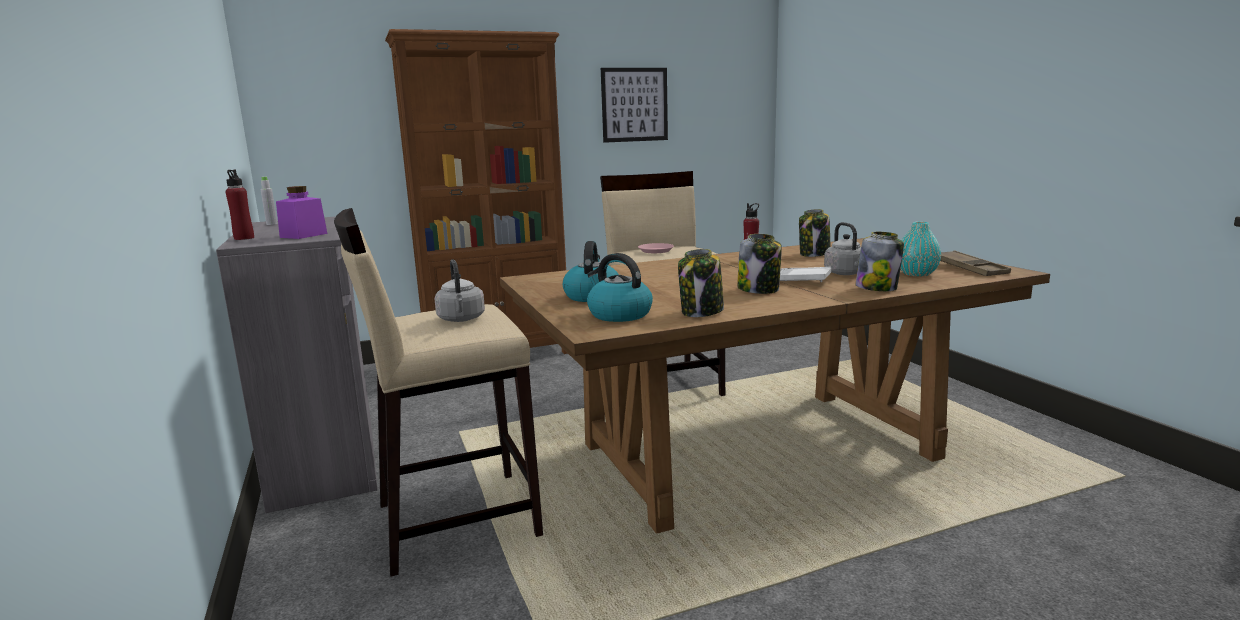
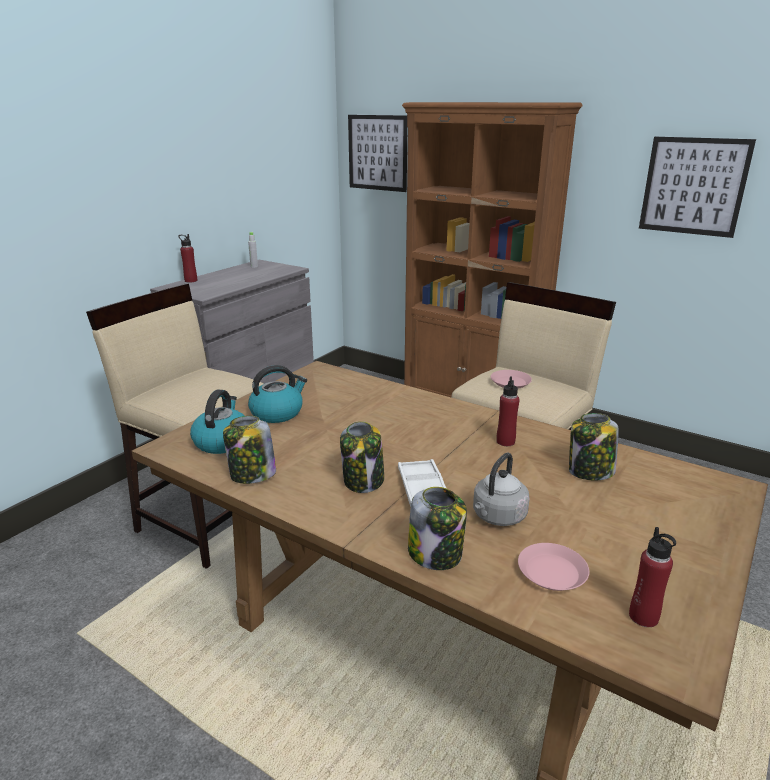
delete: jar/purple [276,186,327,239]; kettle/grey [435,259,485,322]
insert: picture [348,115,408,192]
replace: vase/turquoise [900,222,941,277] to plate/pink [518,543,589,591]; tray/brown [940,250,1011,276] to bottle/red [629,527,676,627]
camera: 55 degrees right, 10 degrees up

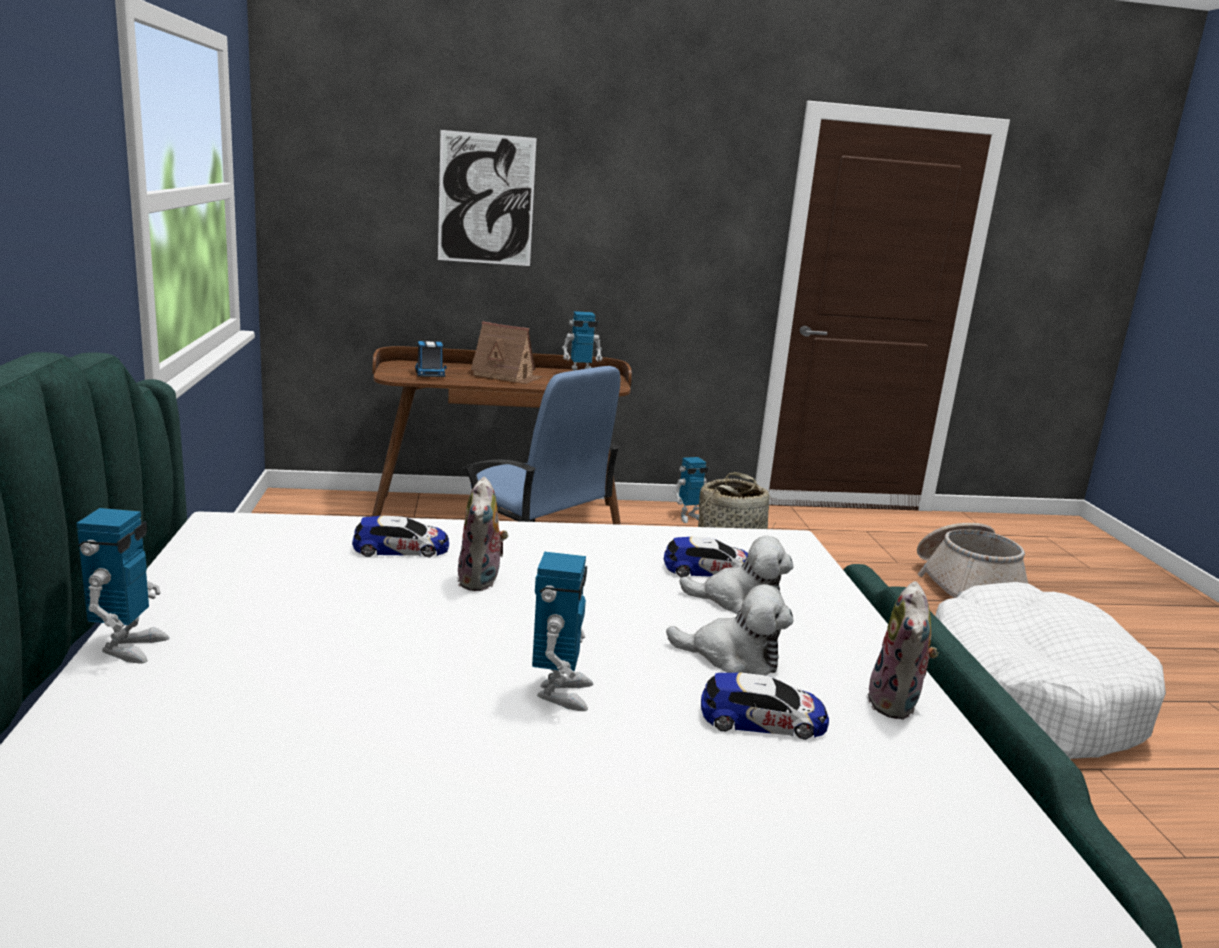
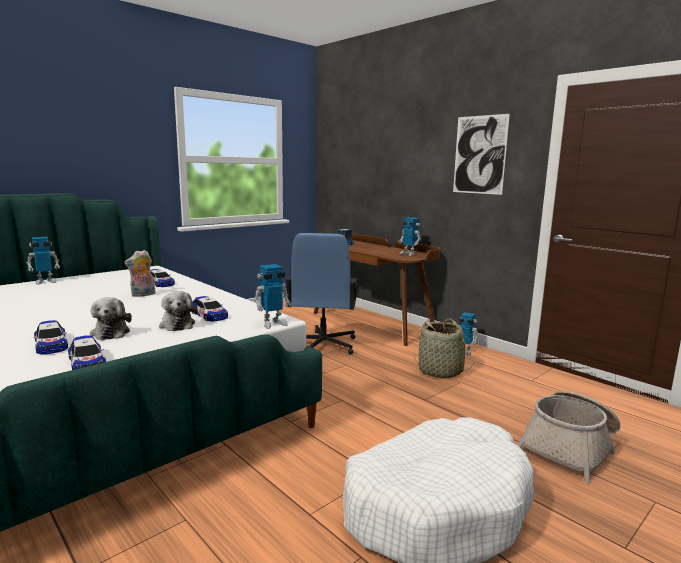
delete: toy house [471,321,542,384]
move: toy robot [532,552,593,711] to [254,264,291,329]; picture [438,130,537,266] to [453,114,510,195]
replace: plush toy [867,581,939,719] to toy car [68,335,106,370]
camera: 55 degrees right, 5 degrees down

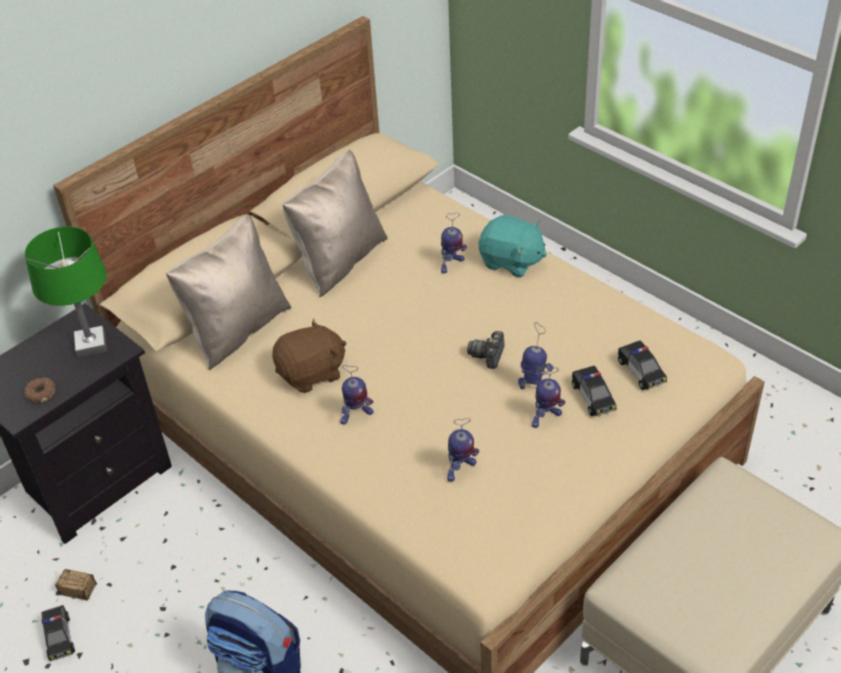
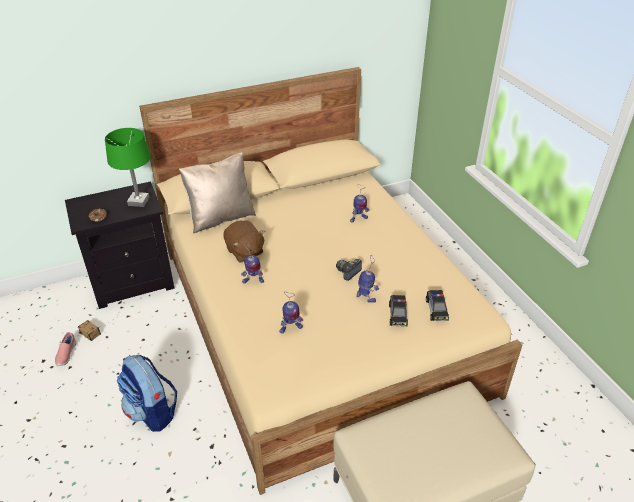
delete: pillow/beige [282,150,387,297]; plush toy/turquoise [479,215,547,278]; toy robot [532,367,565,428]
replace: toy car [41,605,75,661] to shoe/pink [55,332,76,366]
rotate: plush toy/brown [272,319,346,393] = [223,220,265,262] 60 degrees clockwise
camera: 20 degrees right, 5 degrees down

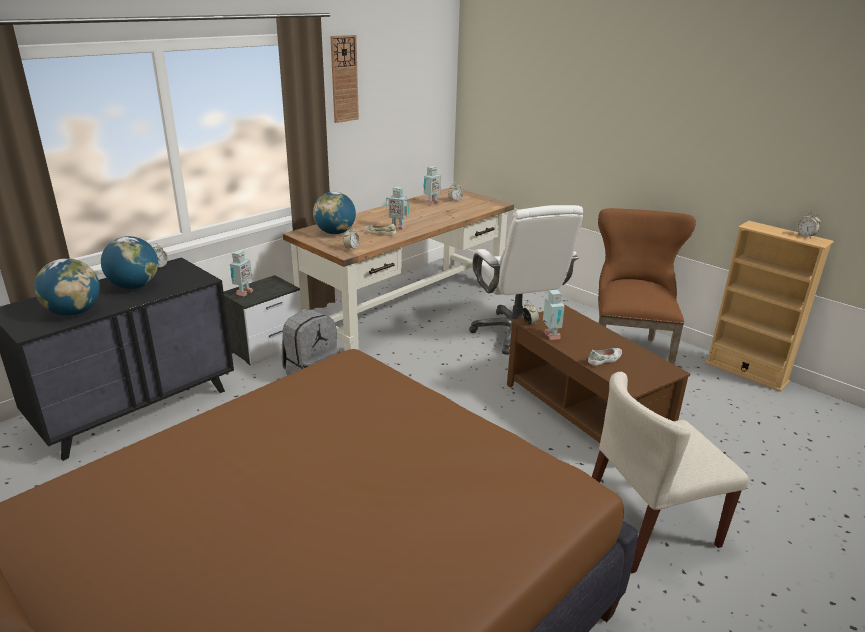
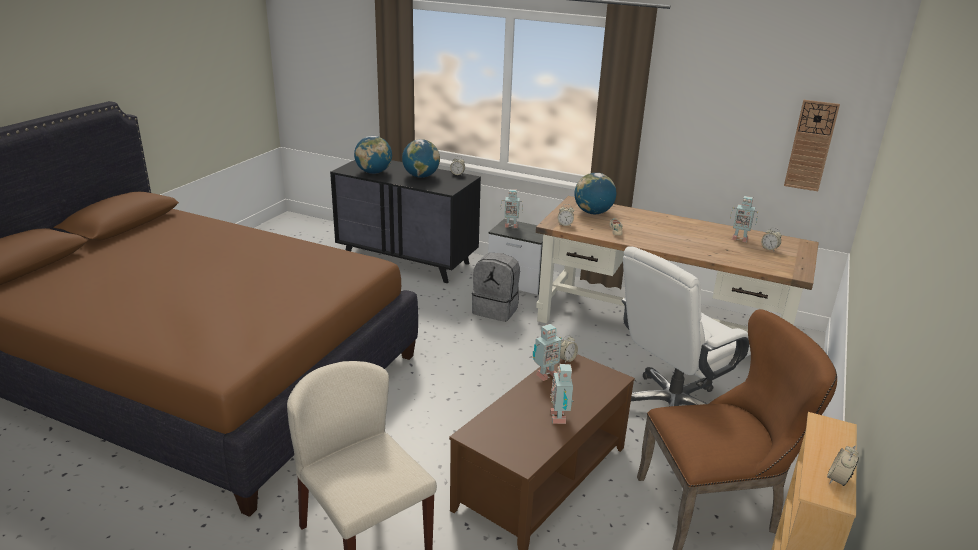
delete: shoe/white [588,348,622,366]
move: toy robot [386,187,409,230] to [550,364,573,424]; wall clock [330,35,359,123] to [784,100,840,191]
camera: 70 degrees right, 0 degrees up

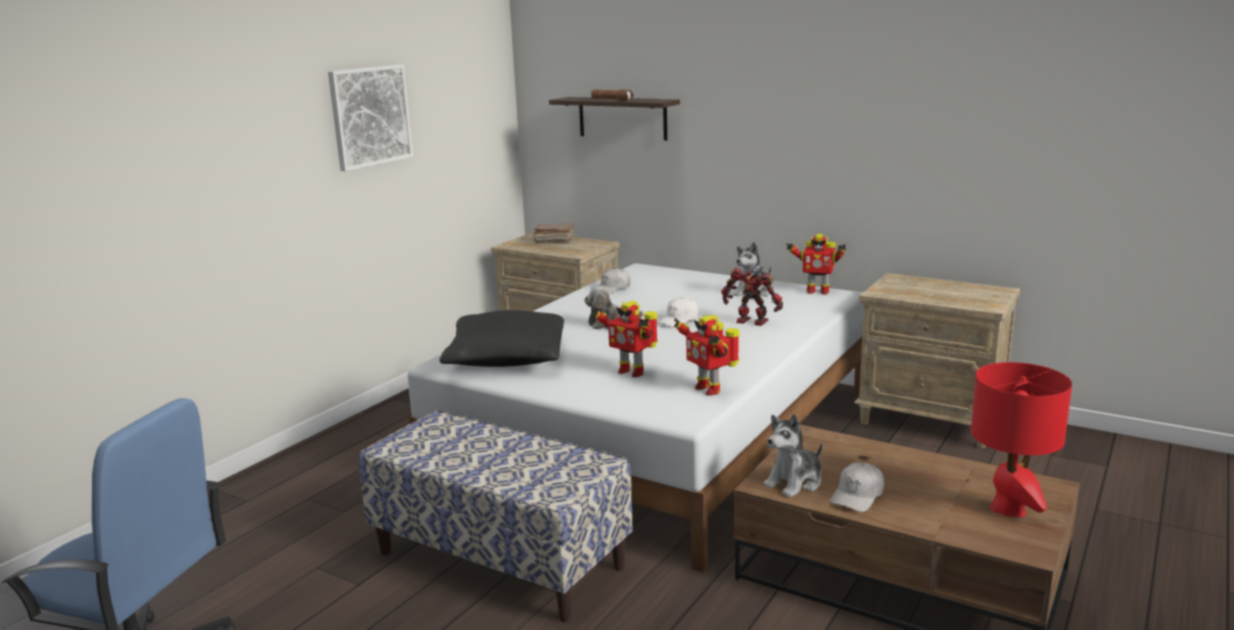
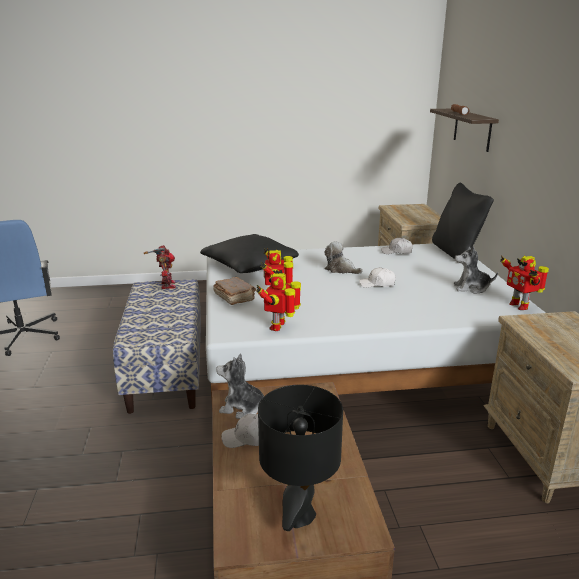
delete: picture [328,65,413,171]
insert: pillow/black [432,183,494,259]
move: toy robot [721,265,783,326] to [144,245,176,289]; book/brown [533,223,574,243] to [213,277,256,305]
recolor: table lamp/red [971,362,1072,517] to table lamp/black [258,385,343,531]
camera: 50 degrees right, 5 degrees up

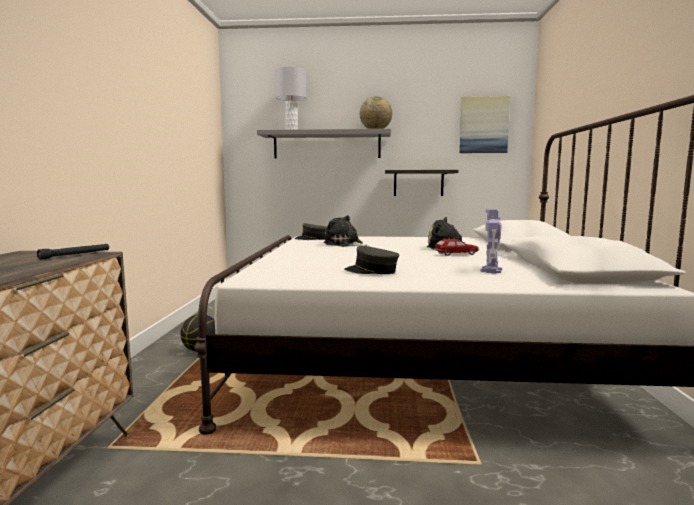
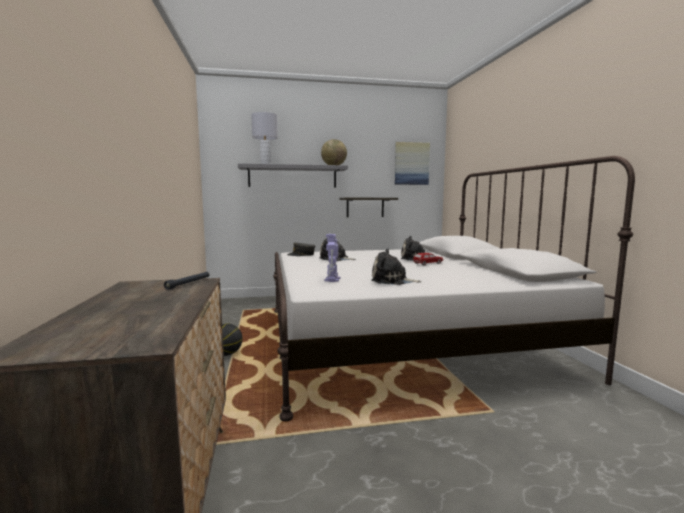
move: toy robot [480,209,502,273] to [324,234,340,282]
replace: cap/grey [345,246,399,274] to plush toy [371,248,421,285]
camera: 15 degrees left, 0 degrees up

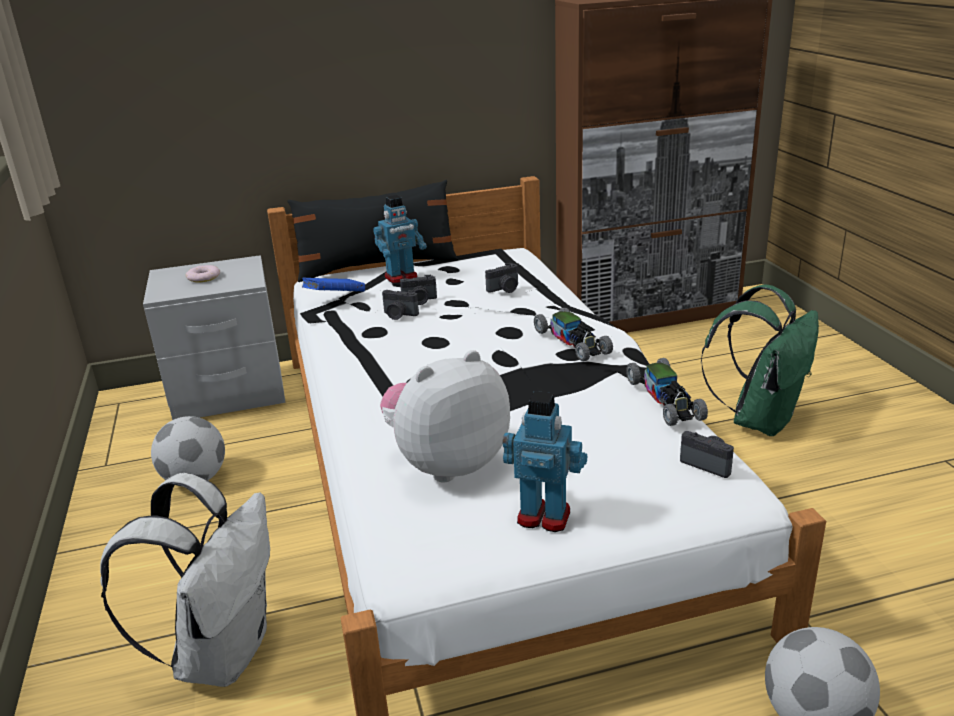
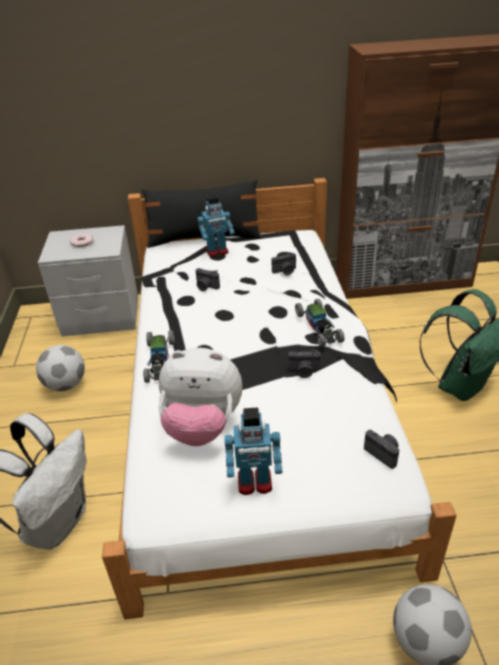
delete: book/blue [302,277,365,292]
move: toy car [626,358,708,426] to [143,330,174,383]; photo camera [400,275,437,305] to [288,350,321,378]
rotate: plush toy [380,350,510,483] = [158,348,242,446] 150 degrees counterclockwise; toy robot [503,391,588,532] = [225,408,283,495] 150 degrees clockwise
camera: 10 degrees right, 10 degrees up

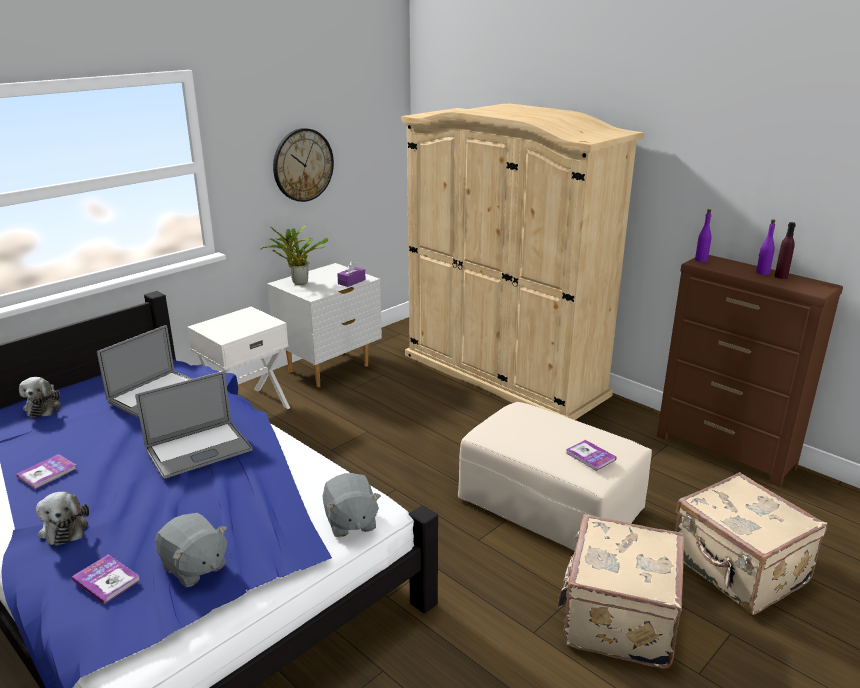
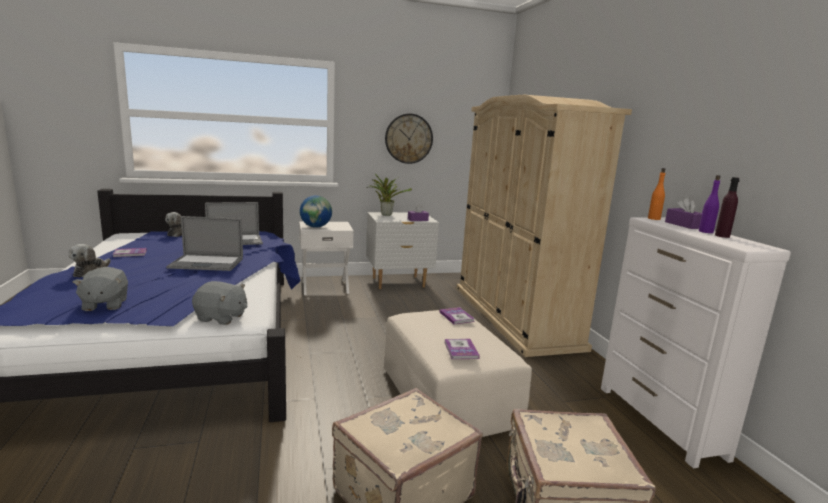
insert: globe [300,195,332,228]; tissue box/purple [665,198,702,229]
move: book [72,554,141,604] to [440,307,475,324]
recolor: dresser/brown [657,255,843,487] to dresser/white [601,217,791,468]; bottle/purple [695,209,711,262] to bottle/orange [648,168,665,220]
rotate: plush toy/grey [323,473,381,537] = [192,281,247,325] 90 degrees counterclockwise
camera: 30 degrees right, 10 degrees down

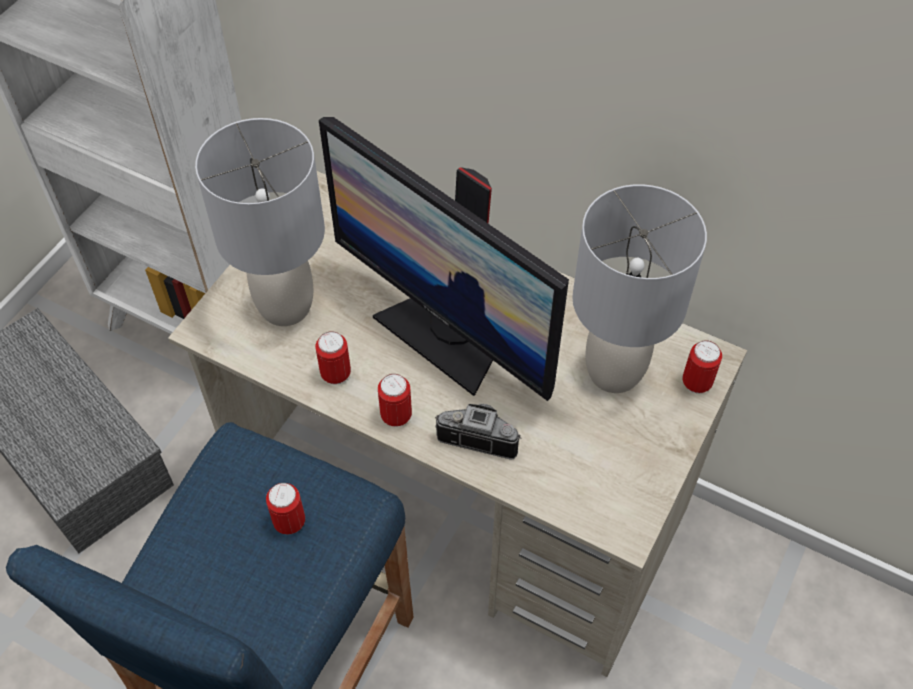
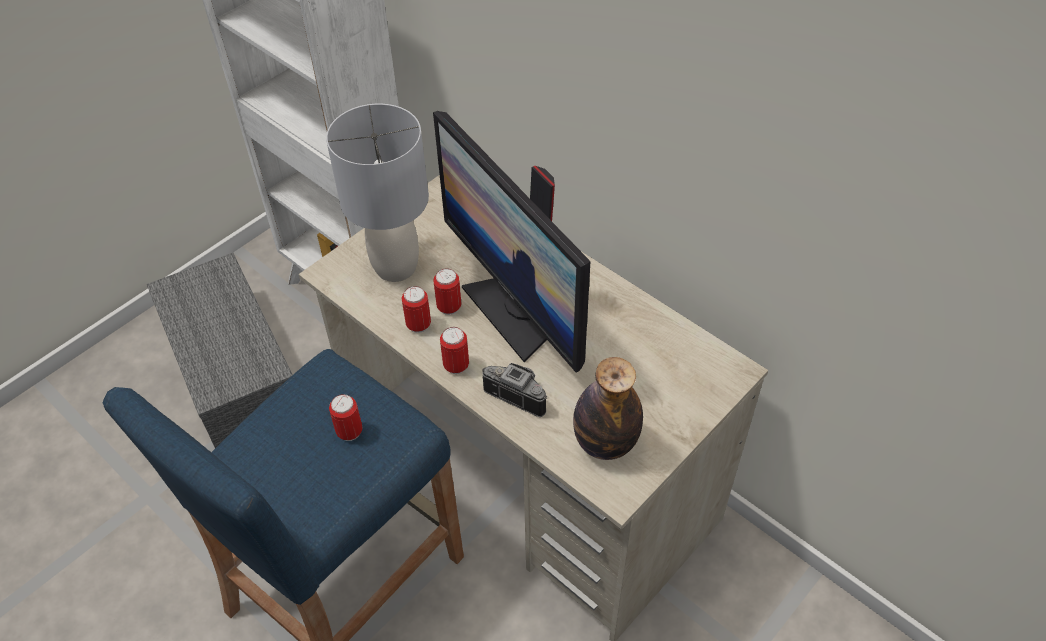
delete: table lamp/grey [572,184,707,393]
insert: bottle [573,357,643,460]
move: can [682,340,722,393] to [433,268,461,315]
camera: 15 degrees right, 5 degrees down

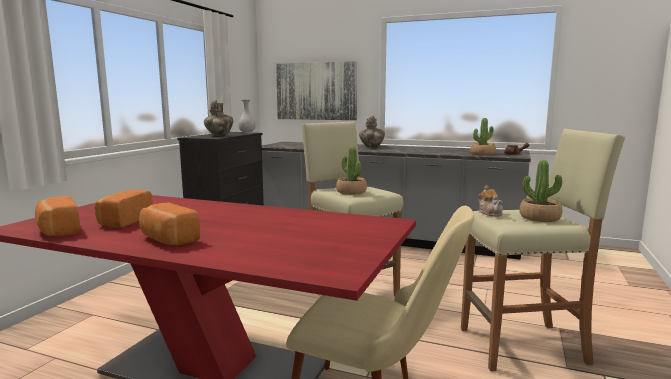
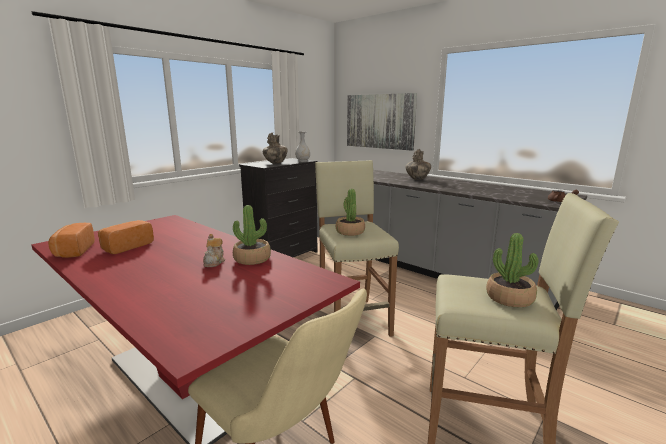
delete: bread [139,203,200,245]
move: teapot [478,185,503,217] to [203,234,225,267]; potted plant [471,118,496,156] to [233,205,271,265]
camera: 20 degrees right, 5 degrees up

